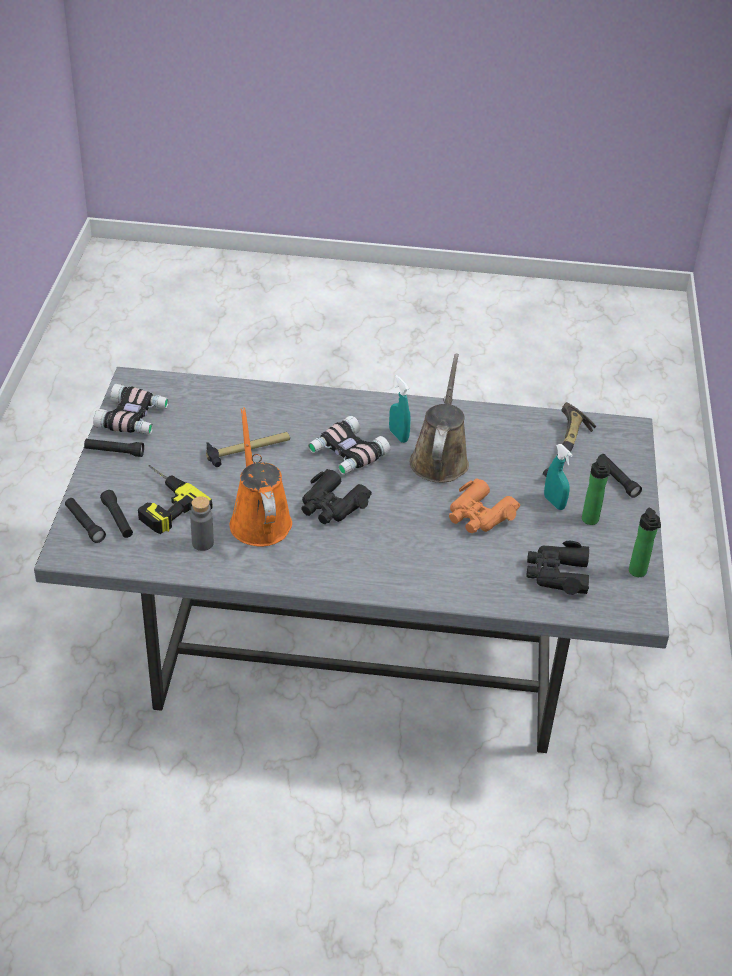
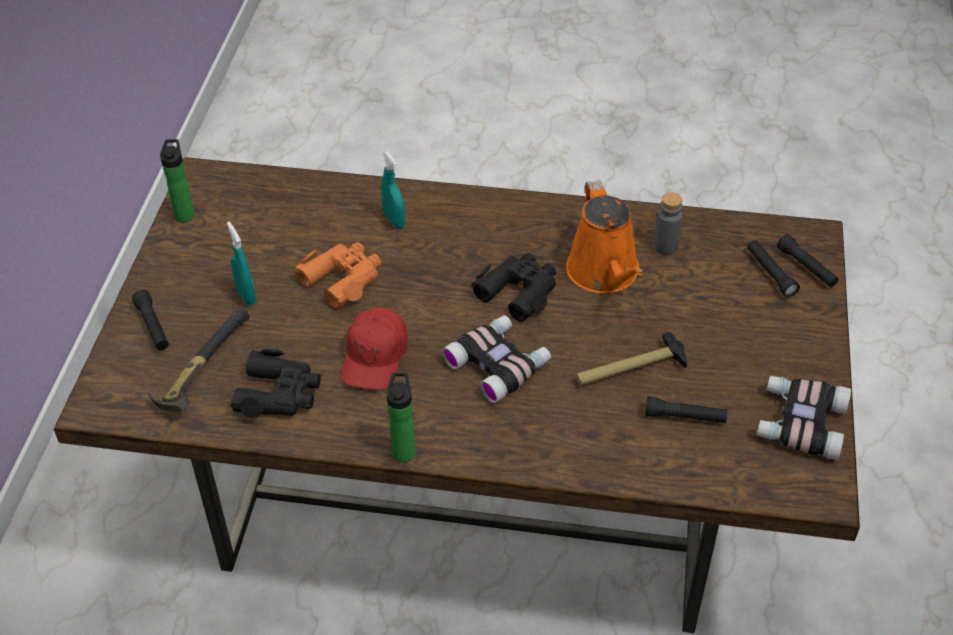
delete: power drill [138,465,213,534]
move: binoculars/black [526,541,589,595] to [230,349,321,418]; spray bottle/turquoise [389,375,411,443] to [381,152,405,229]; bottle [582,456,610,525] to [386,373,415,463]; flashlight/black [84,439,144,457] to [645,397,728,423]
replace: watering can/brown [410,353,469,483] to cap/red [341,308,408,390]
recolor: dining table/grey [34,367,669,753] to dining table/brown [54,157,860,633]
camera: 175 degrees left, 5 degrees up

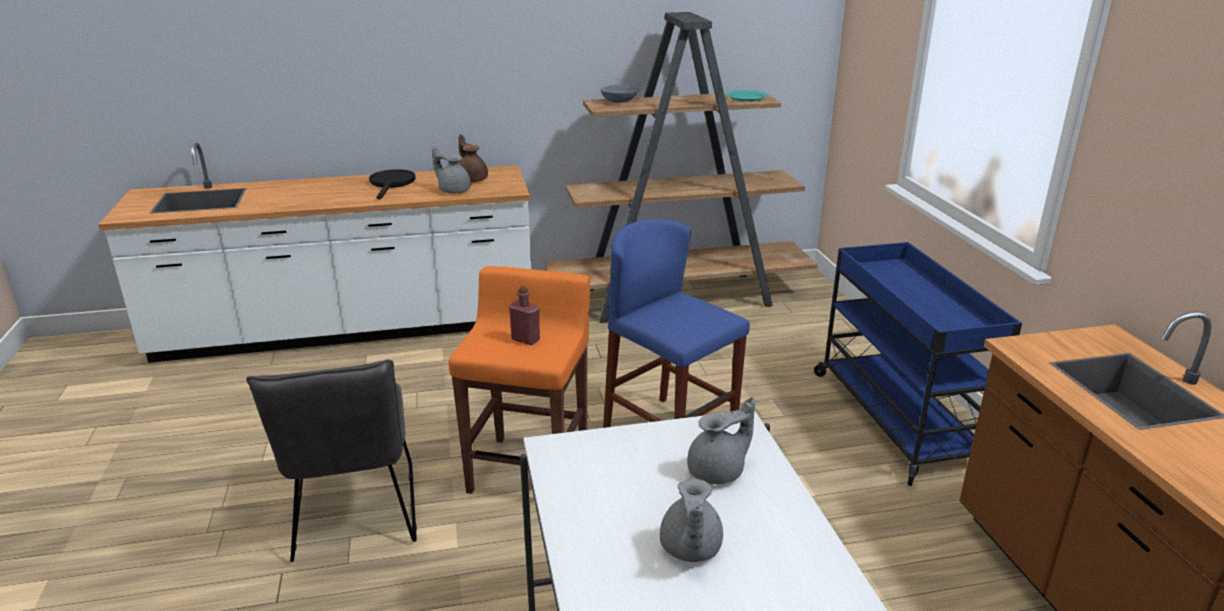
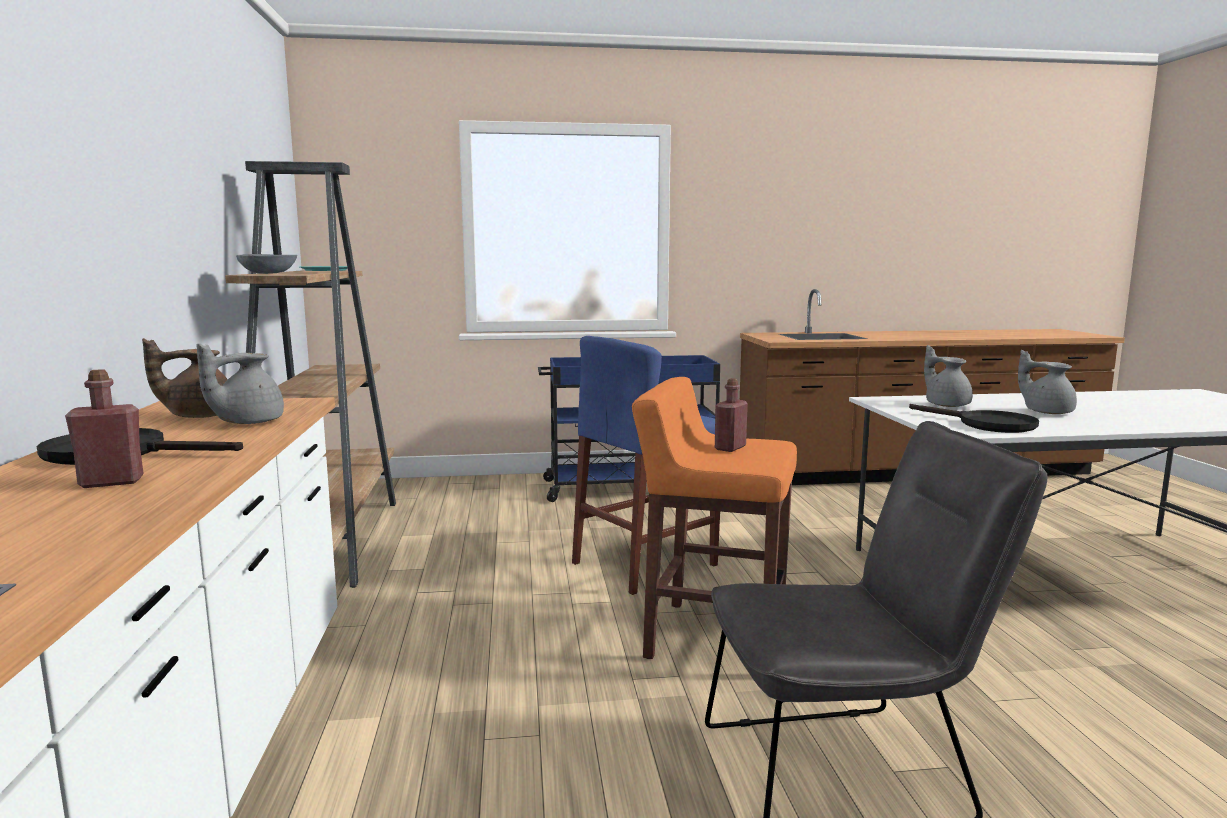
insert: bottle/red [65,369,144,488]; frying pan/black [909,404,1039,433]
rotate: teapot/grey [660,478,723,562] = [1018,350,1077,414] 135 degrees counterclockwise
camera: 85 degrees left, 15 degrees down

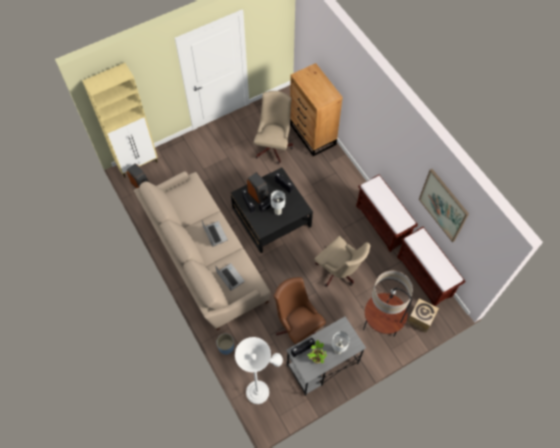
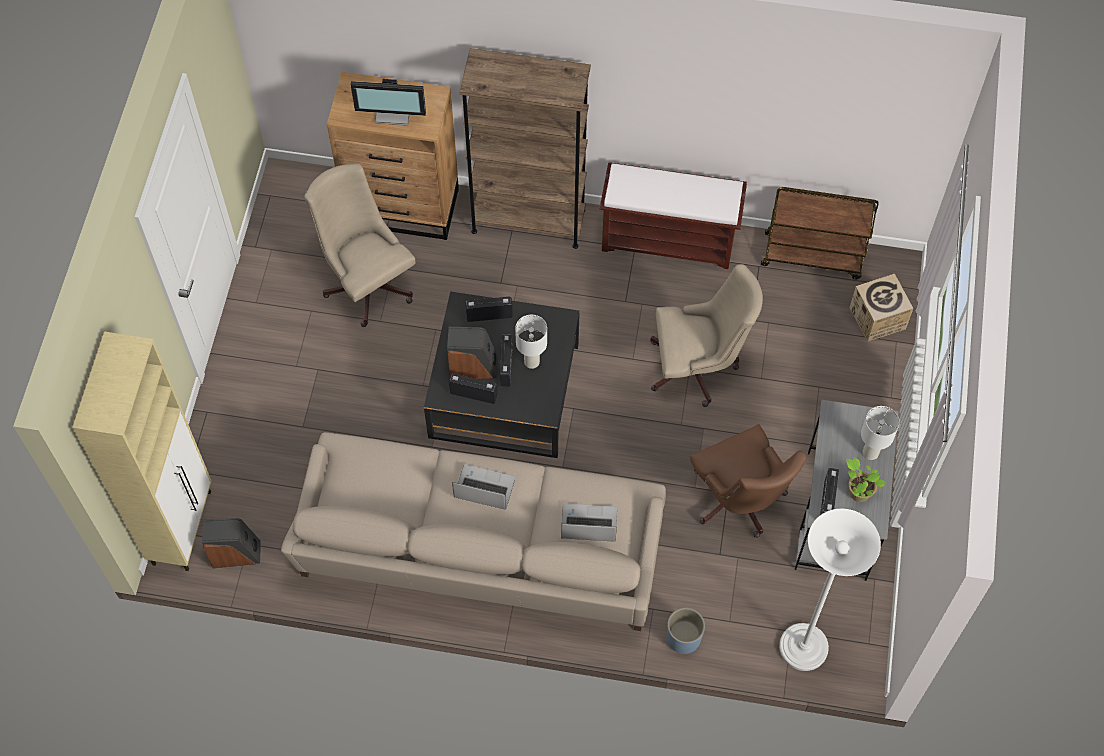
delete: floor lamp [363,271,413,337]; picture [419,169,469,242]
insert: monitor [351,79,426,125]; bookcase/brown [459,48,591,249]
replace: bench/brown [397,227,465,306] to cart/brown [761,187,878,279]
rotate: office chair/brown [274,277,326,344] = [690,424,806,538] 120 degrees counterclockwise
camera: 50 degrees left, 0 degrees up

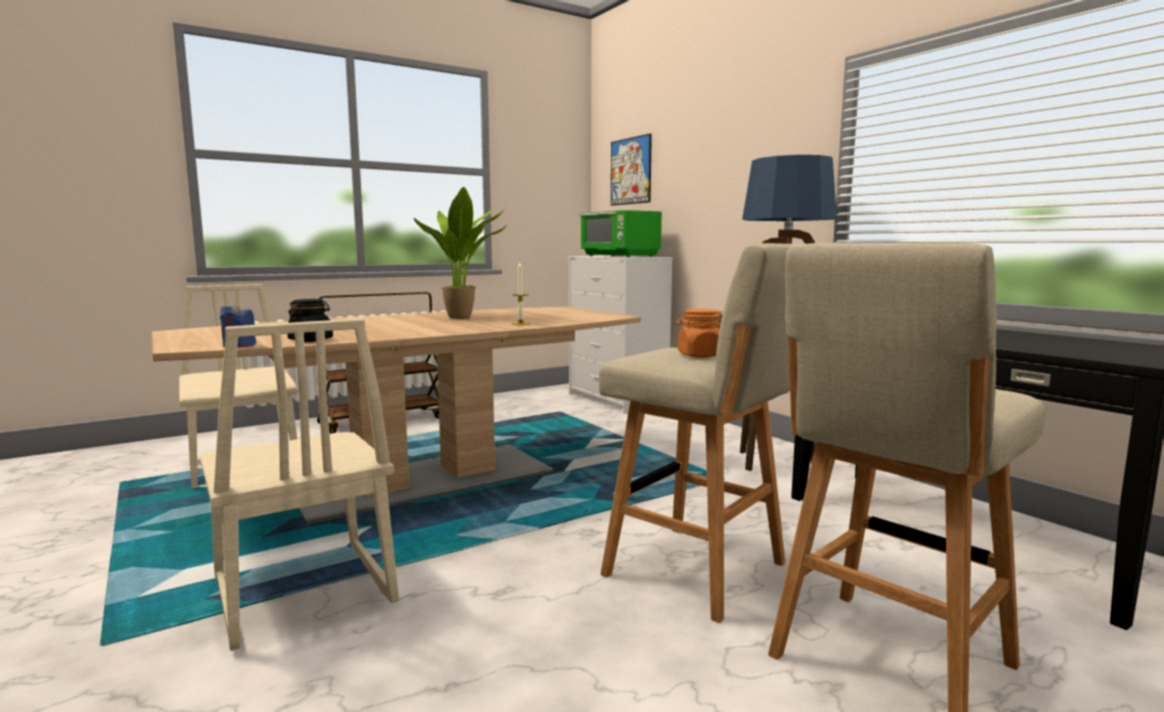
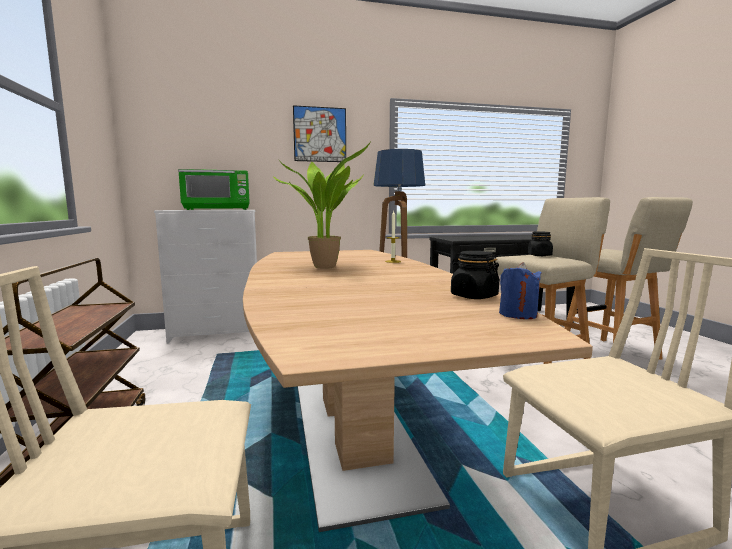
move: picture [611,133,652,206] to [293,105,346,162]
recolor: jar/orange [676,309,723,357] to jar/black [528,231,553,256]
camera: 70 degrees left, 0 degrees up

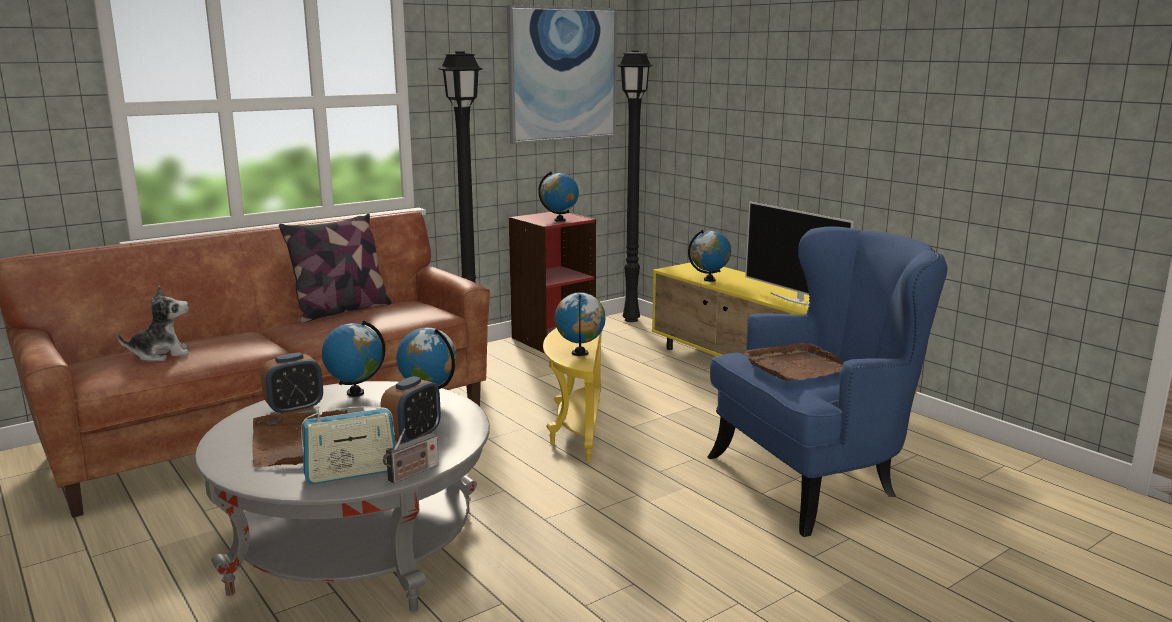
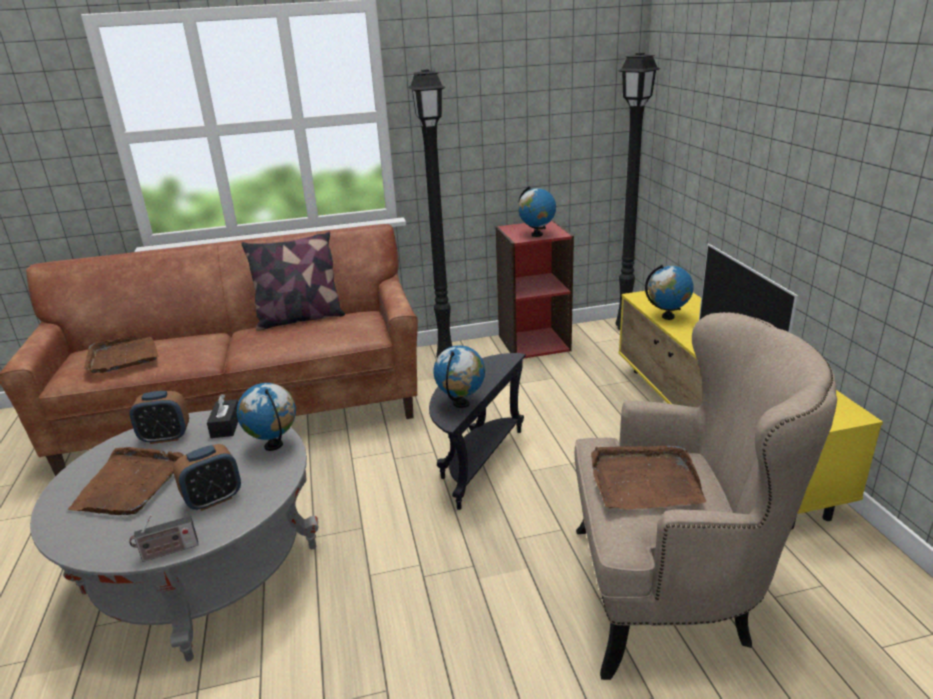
delete: radio [301,406,396,484]; picture [507,5,617,144]
replace: plush toy [117,286,189,362] to tray/brown [84,336,158,373]; globe [322,320,386,397] to tissue box/black [207,394,238,438]
recolor: side table/yellow [543,328,602,462] to side table/black [429,353,526,510]; armchair/blue [707,226,948,537] to armchair/beige [575,312,837,680]
camera: 25 degrees right, 10 degrees up

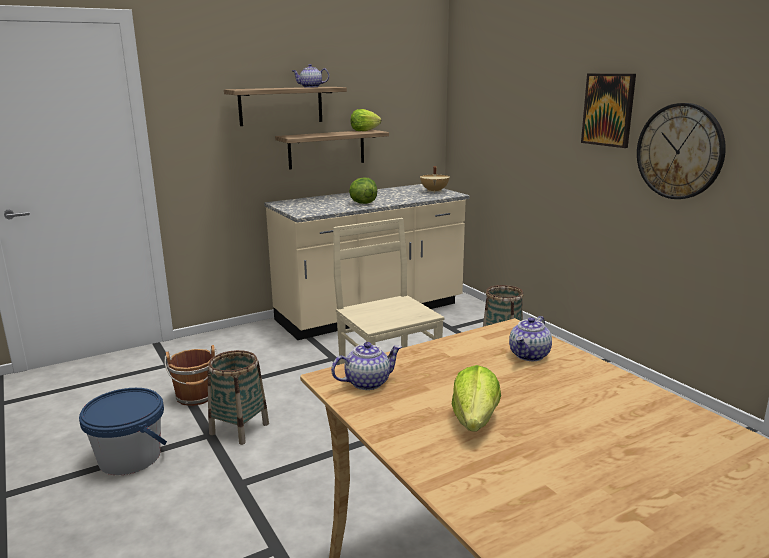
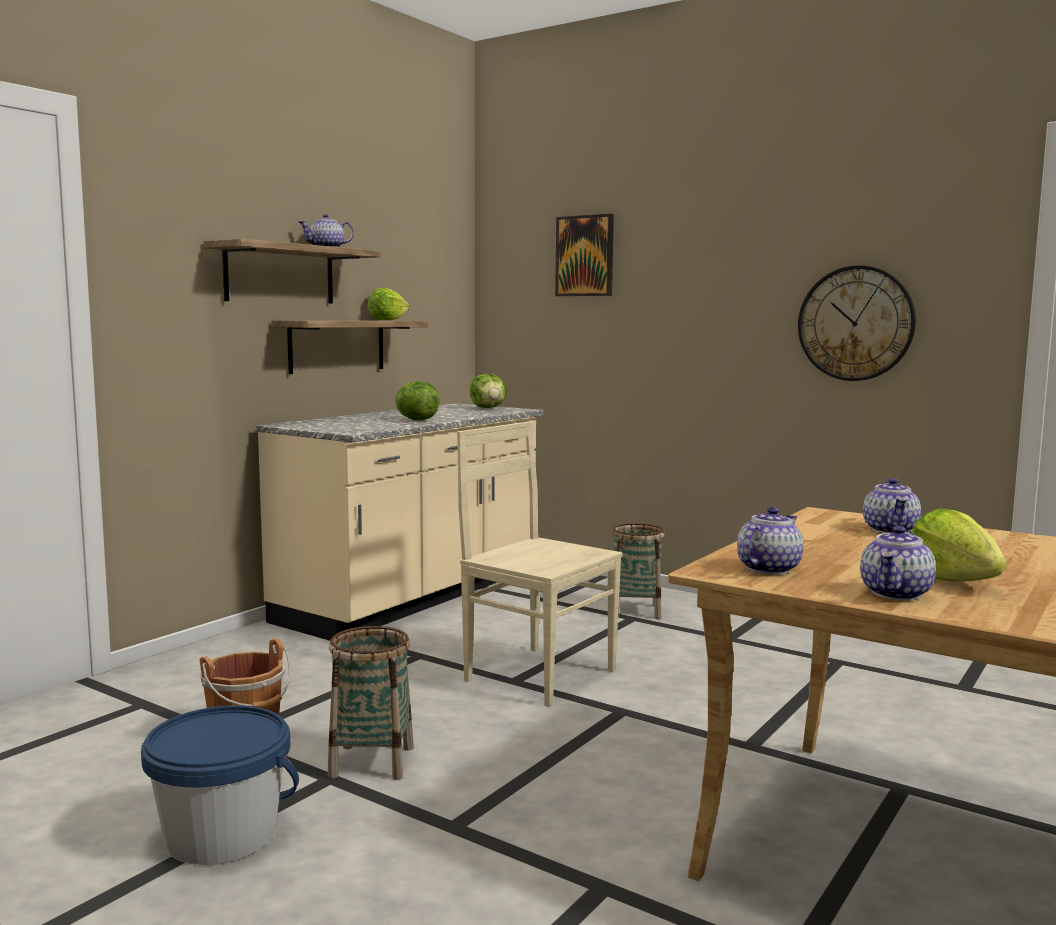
insert: teapot [860,526,936,600]
move: picture [581,74,636,148] to [555,214,614,296]
replace: cooking pot/beige [420,166,449,193] to lettuce [470,374,507,408]
camera: 25 degrees left, 10 degrees down

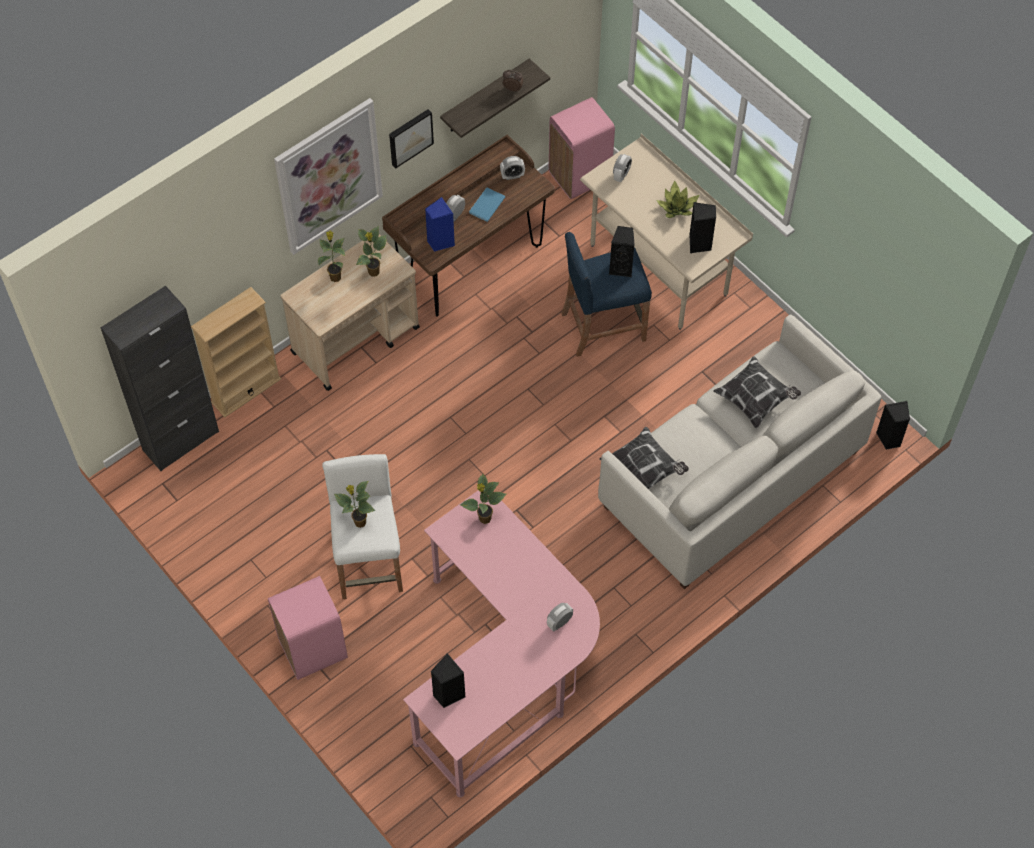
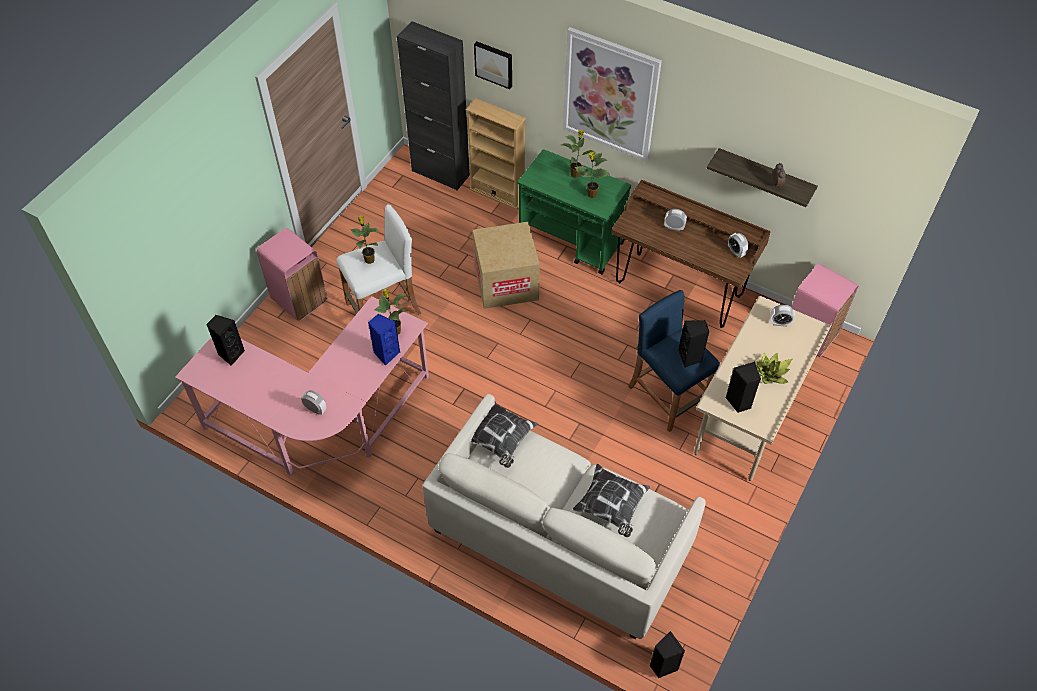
delete: book/blue [469,188,505,222]
insert: cardboard box [473,222,540,309]
move: speaker/blue [425,197,455,252] to [368,314,400,366]; picture [389,109,434,168] to [474,41,512,89]
recolor: cart/beige [280,234,420,391] to cart/green [518,149,631,274]
camera: 70 degrees right, 5 degrees down

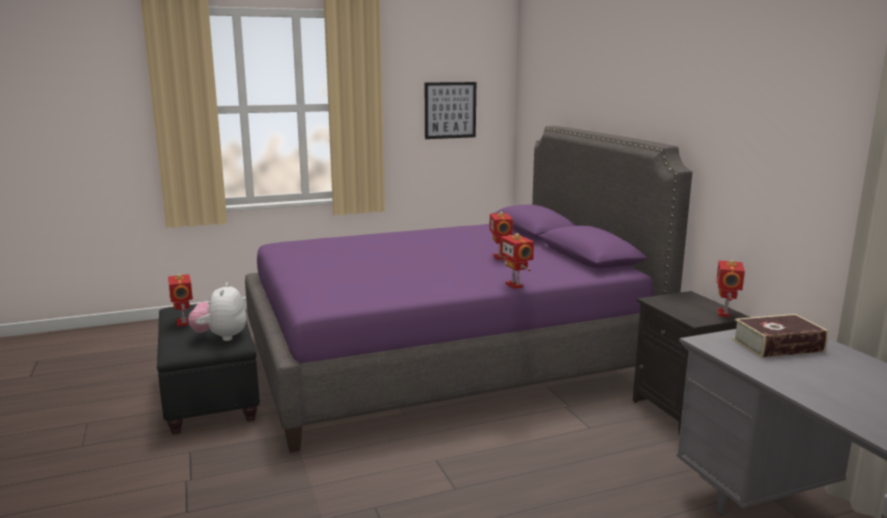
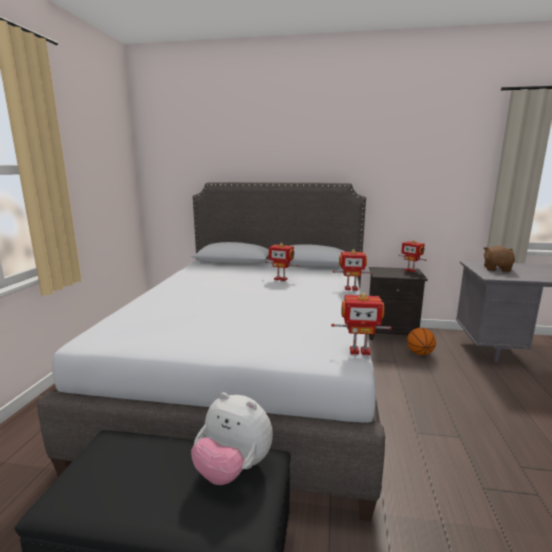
delete: picture [425,82,476,139]
insert: basketball [407,328,436,355]
move: toy robot [168,274,193,327] to [331,293,392,355]
replace: book [732,314,829,358] to plush toy/brown [483,246,515,272]
recolor: bed/purple [245,126,692,452] to bed/grey [37,182,385,521]
camera: 60 degrees left, 0 degrees up

